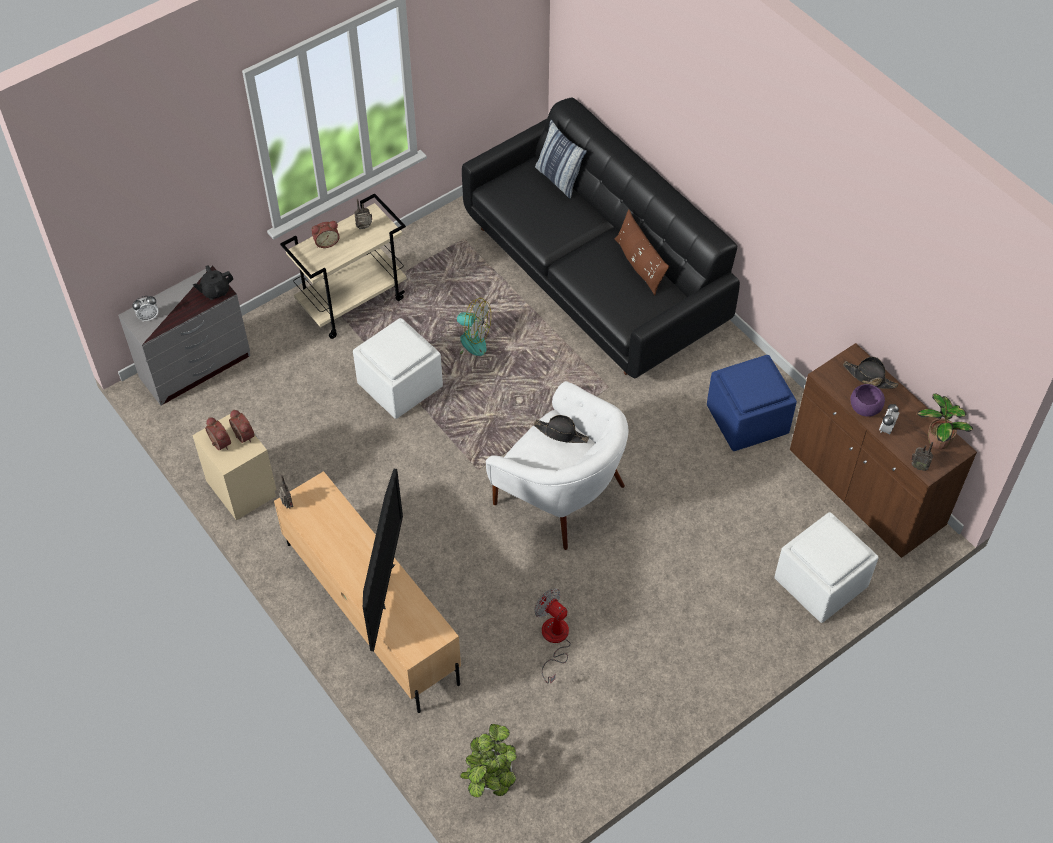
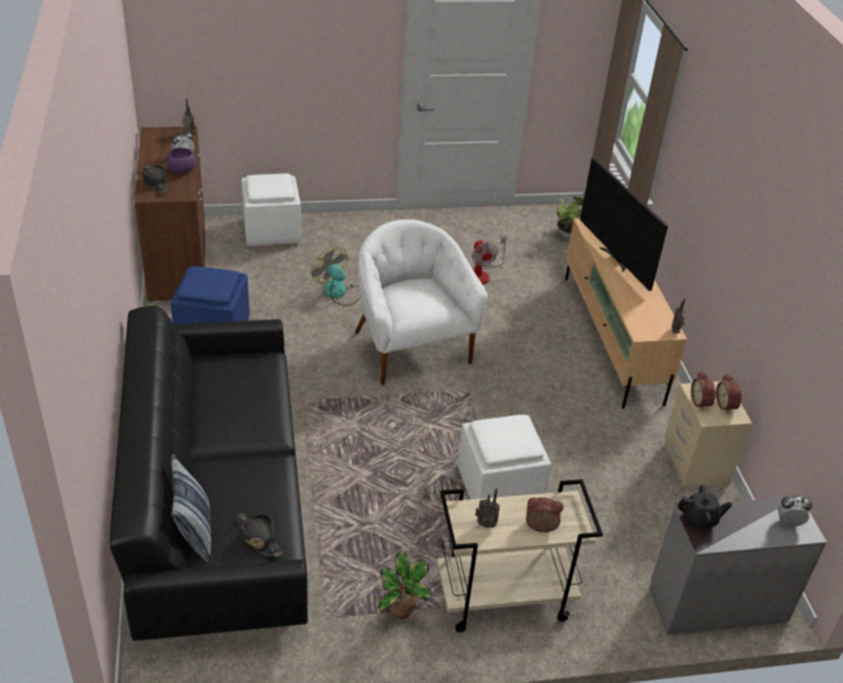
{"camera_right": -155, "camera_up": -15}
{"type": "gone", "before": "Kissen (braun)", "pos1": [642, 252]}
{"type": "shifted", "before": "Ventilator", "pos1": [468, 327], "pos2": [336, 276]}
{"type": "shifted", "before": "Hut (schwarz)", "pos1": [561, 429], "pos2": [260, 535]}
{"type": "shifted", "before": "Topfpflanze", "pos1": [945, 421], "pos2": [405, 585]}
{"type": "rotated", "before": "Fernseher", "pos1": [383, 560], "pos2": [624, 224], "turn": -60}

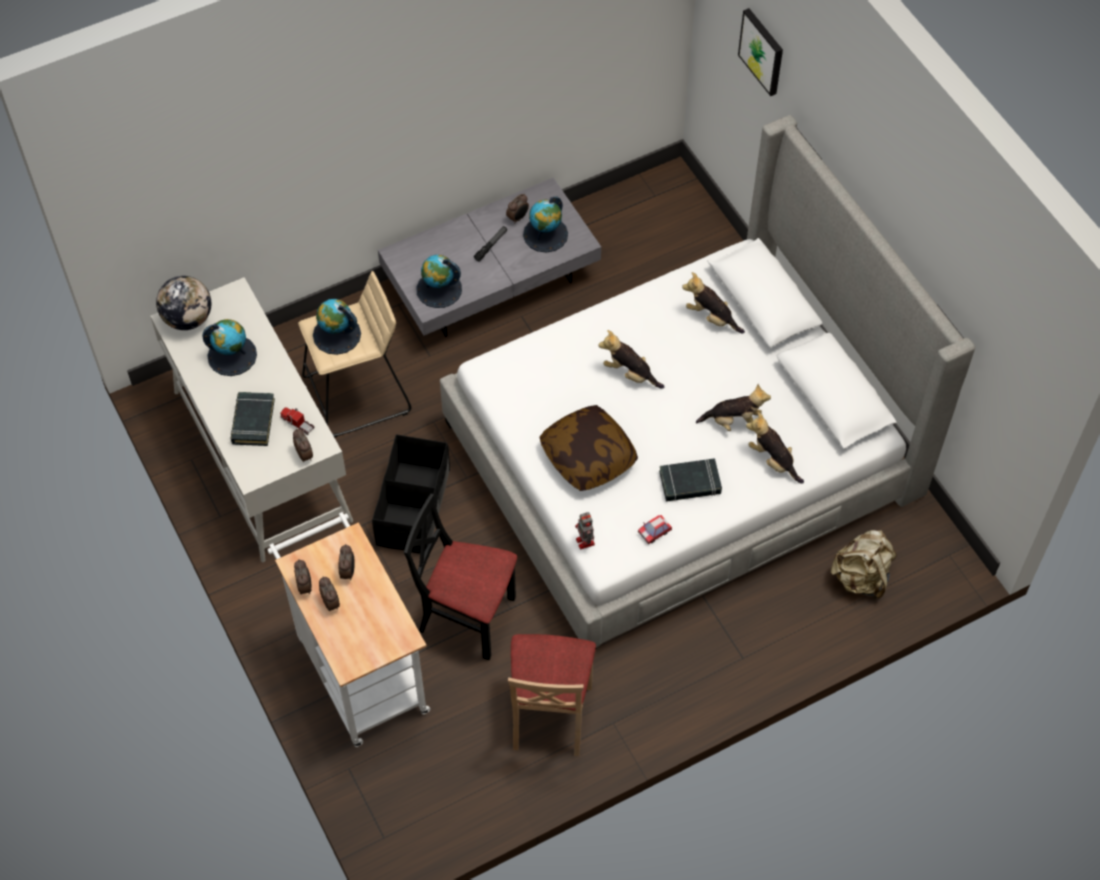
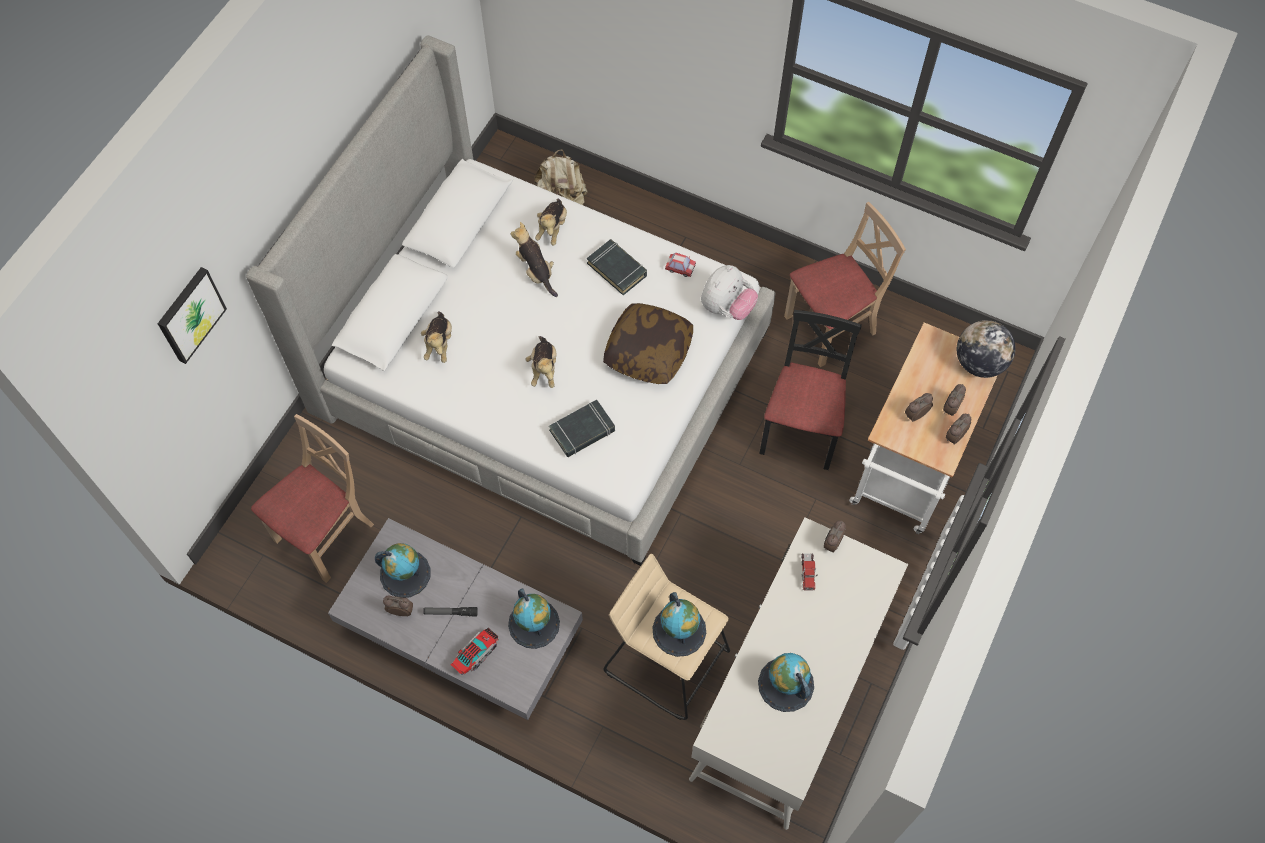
{"camera_right": -125, "camera_up": 5}
{"type": "gone", "before": "Aufbewahrungsbox (schwarz)", "pos1": [411, 493]}
{"type": "new", "after": "Stuhl (beige)", "pos2": [312, 498]}
{"type": "new", "after": "Spielzeuglaster", "pos2": [475, 651]}
{"type": "shifted", "before": "Globus", "pos1": [183, 303], "pos2": [986, 349]}
{"type": "shifted", "before": "Buch (schwarz)", "pos1": [252, 419], "pos2": [582, 428]}
{"type": "swapped", "before": "Spielzeugroboter", "after": "Plüschtier", "pos1": [585, 531], "pos2": [729, 292]}
{"type": "rotated", "before": "Stuhl (schwarz)", "pos1": [460, 577], "pos2": [810, 390], "turn": -150}

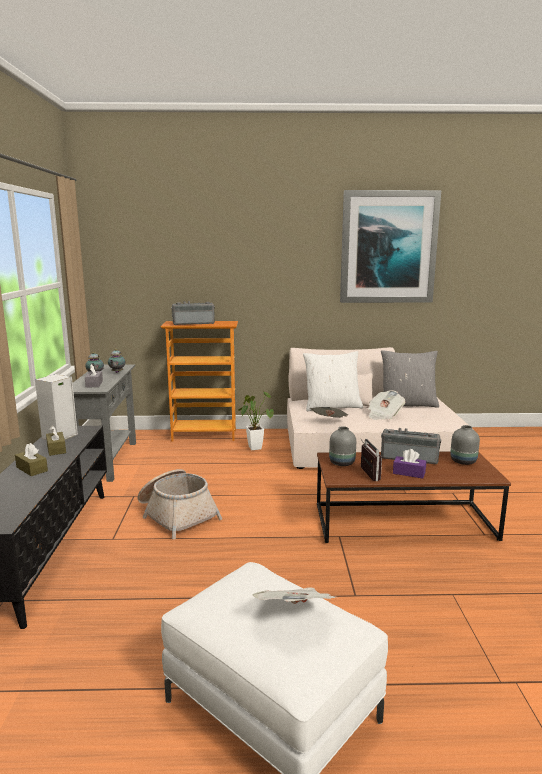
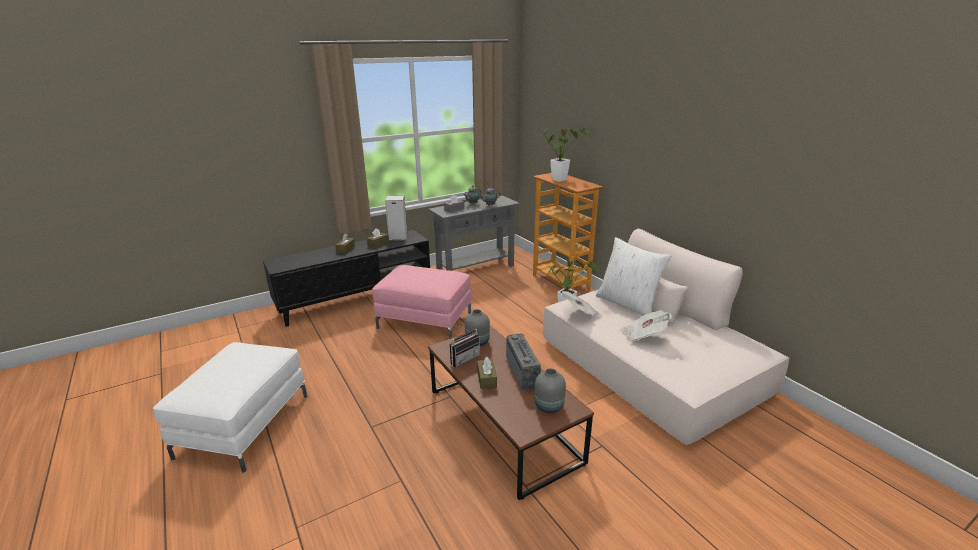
{"camera_right": 60, "camera_up": 10}
{"type": "gone", "before": "Zeitung", "pos1": [293, 596]}
{"type": "gone", "before": "Bild", "pos1": [390, 246]}
{"type": "gone", "before": "Kissen (grau)", "pos1": [410, 379]}
{"type": "swapped", "before": "Korb", "after": "Polsterhocker (rosa)", "pos1": [180, 504], "pos2": [421, 302]}
{"type": "swapped", "before": "Radio", "after": "Topfpflanze", "pos1": [193, 313], "pos2": [566, 155]}
{"type": "repainted", "before": "Taschentuchbox (lila)", "after": "Taschentuchbox (braun)", "pos1": [409, 464], "pos2": [487, 372]}

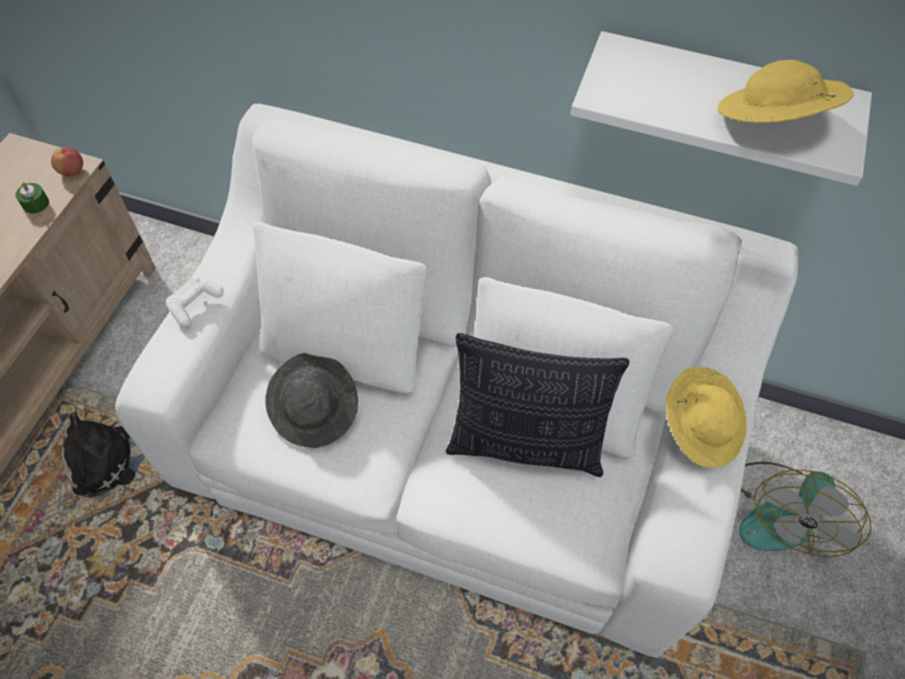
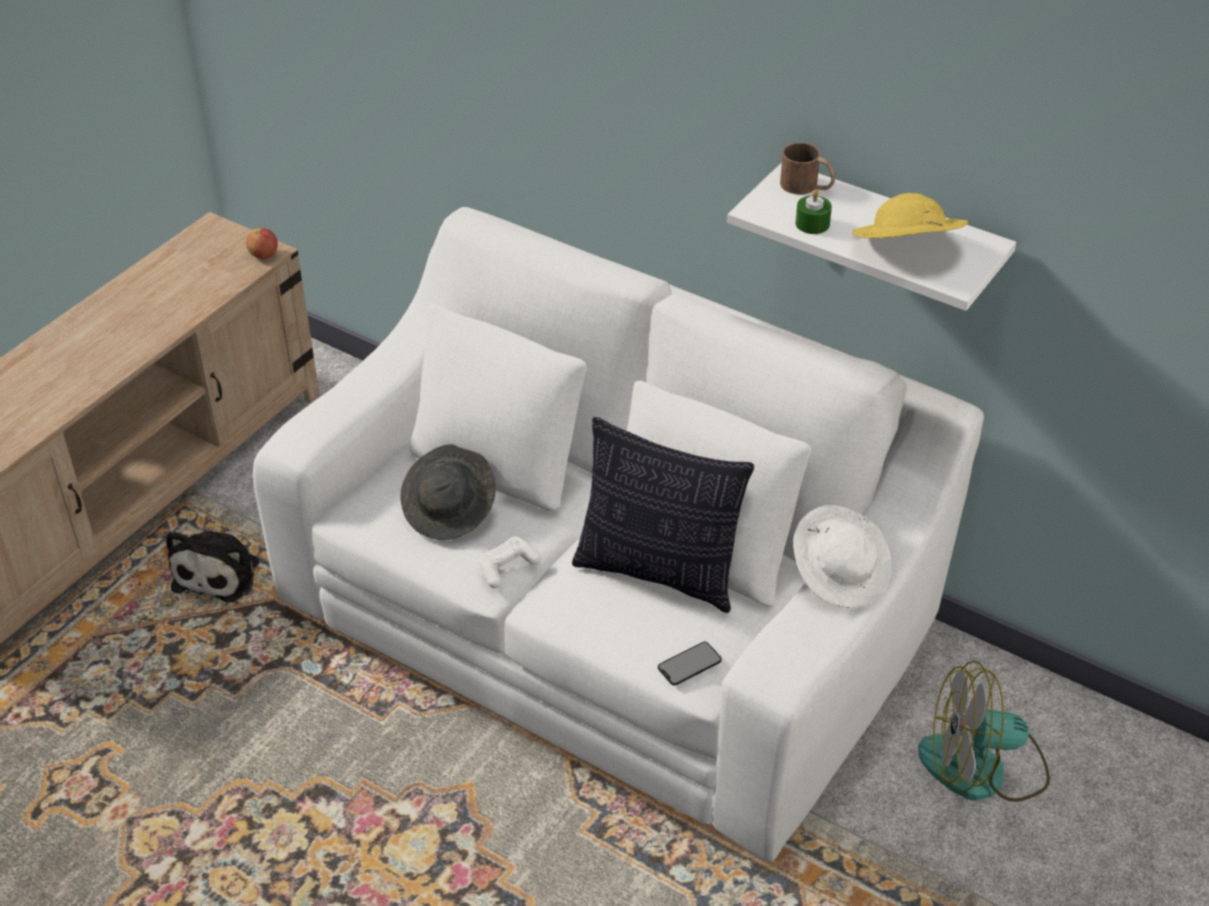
{"camera_right": 15, "camera_up": -15}
{"type": "new", "after": "Handy", "pos2": [690, 663]}
{"type": "new", "after": "Henkelbecher (braun)", "pos2": [807, 169]}
{"type": "shifted", "before": "Kerze (grün)", "pos1": [32, 198], "pos2": [814, 211]}
{"type": "shifted", "before": "Gamepad (weiß)", "pos1": [195, 301], "pos2": [510, 562]}
{"type": "repainted", "before": "Hut (gelb)", "after": "Hut (weiß)", "pos1": [706, 417], "pos2": [842, 556]}
{"type": "rotated", "before": "Plüschtier", "pos1": [103, 455], "pos2": [212, 566], "turn": -75}
{"type": "rotated", "before": "Ventilator", "pos1": [805, 509], "pos2": [984, 731], "turn": 45}

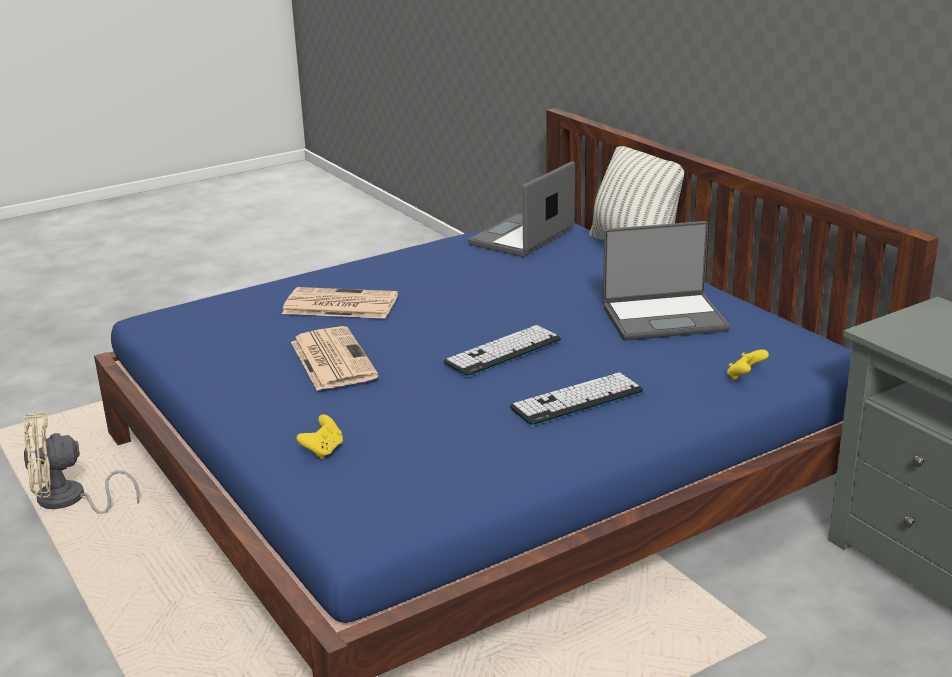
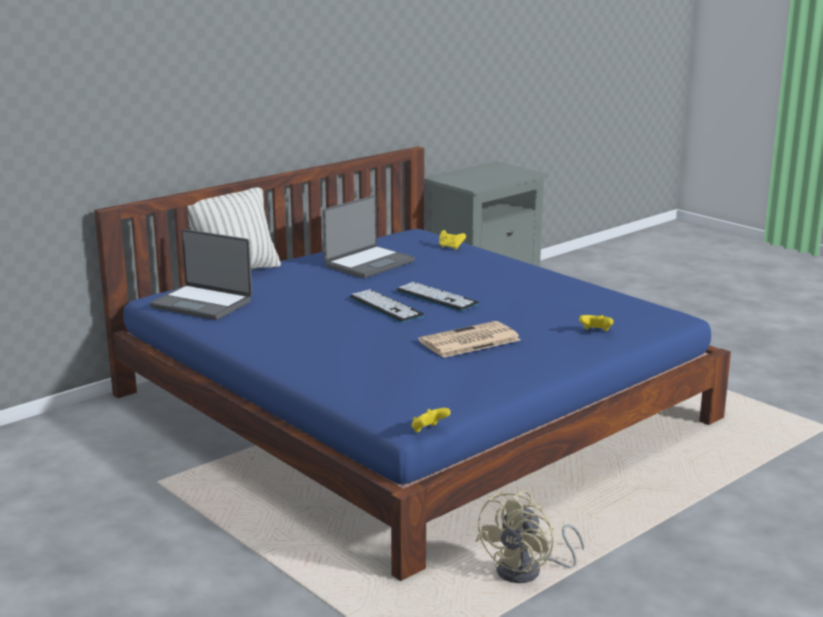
{"camera_right": -100, "camera_up": -5}
{"type": "gone", "before": "Zeitung", "pos1": [340, 303]}
{"type": "new", "after": "Gamepad (gelb)", "pos2": [431, 420]}
{"type": "shifted", "before": "Tastatur", "pos1": [576, 399], "pos2": [387, 305]}
{"type": "rotated", "before": "Ventilator (beige)", "pos1": [81, 463], "pos2": [529, 537], "turn": 60}
{"type": "rotated", "before": "Laptop", "pos1": [666, 280], "pos2": [368, 236], "turn": 60}

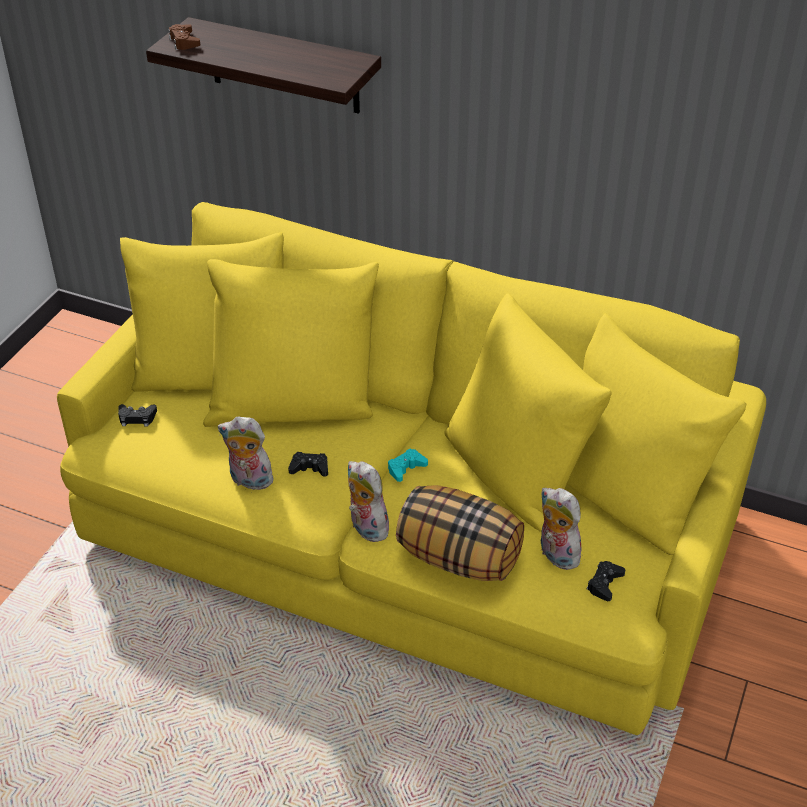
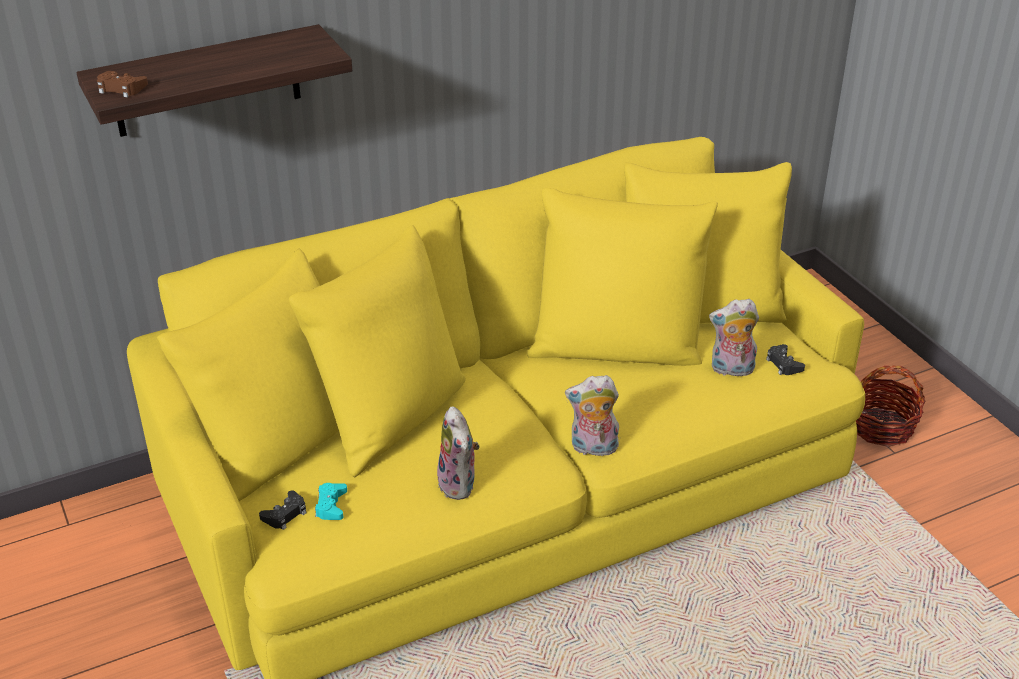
{"camera_right": -50, "camera_up": -5}
{"type": "gone", "before": "Gamepad (schwarz)", "pos1": [308, 464]}
{"type": "gone", "before": "Kissen", "pos1": [460, 533]}
{"type": "new", "after": "Korb", "pos2": [891, 406]}
{"type": "shifted", "before": "Gamepad (türkis)", "pos1": [408, 465], "pos2": [331, 501]}
{"type": "rotated", "before": "Plüschtier", "pos1": [247, 453], "pos2": [458, 453], "turn": -75}

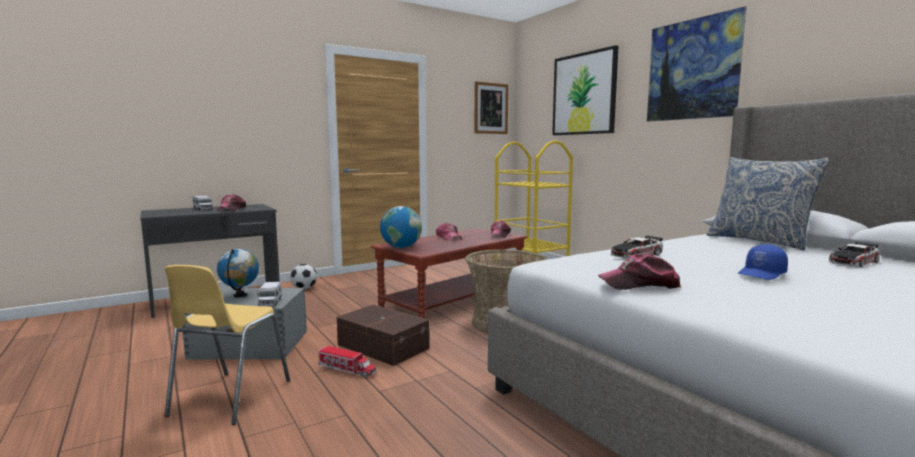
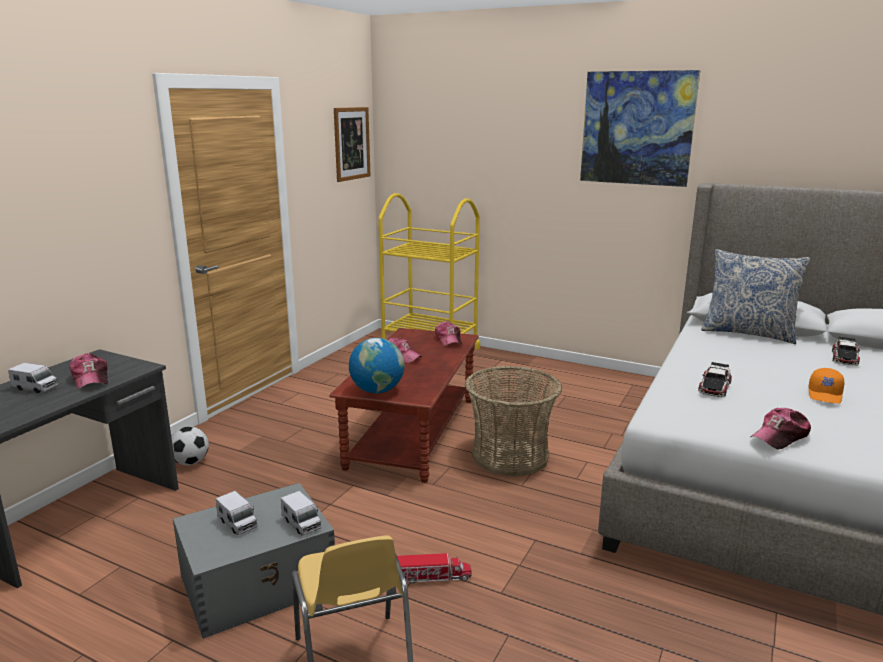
{"camera_right": -30, "camera_up": 10}
{"type": "gone", "before": "Aufbewahrungsbox (braun)", "pos1": [383, 335]}
{"type": "gone", "before": "Bild", "pos1": [585, 90]}
{"type": "swapped", "before": "Globus", "after": "Spielzeuglaster", "pos1": [238, 273], "pos2": [237, 513]}
{"type": "repainted", "before": "Kappe (blau)", "after": "Kappe (orange)", "pos1": [763, 262], "pos2": [826, 386]}

